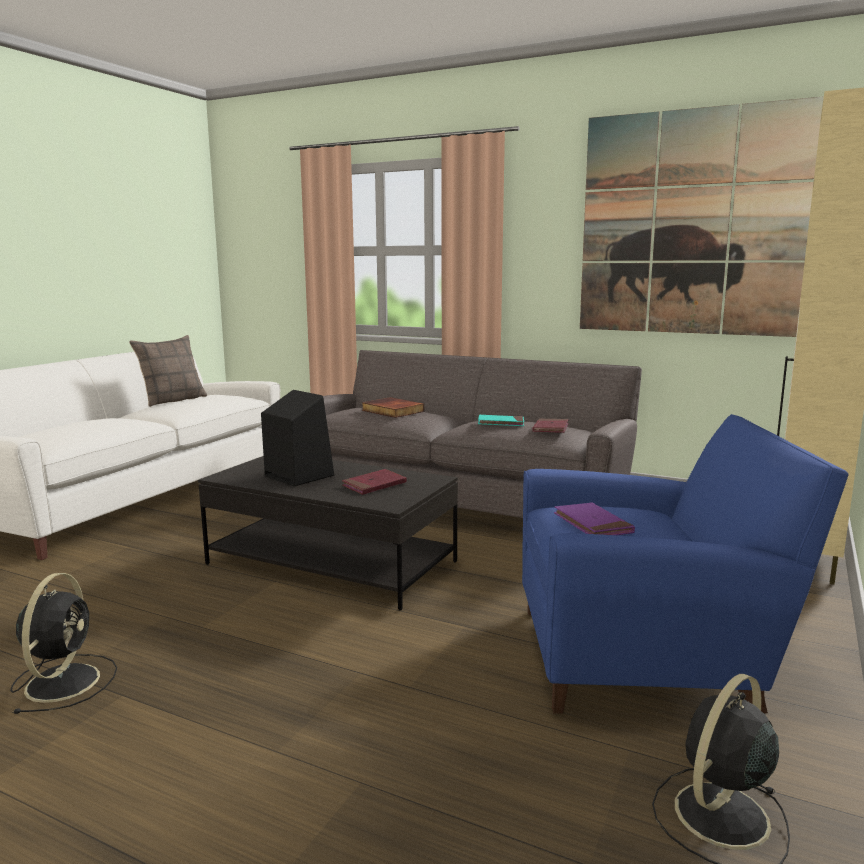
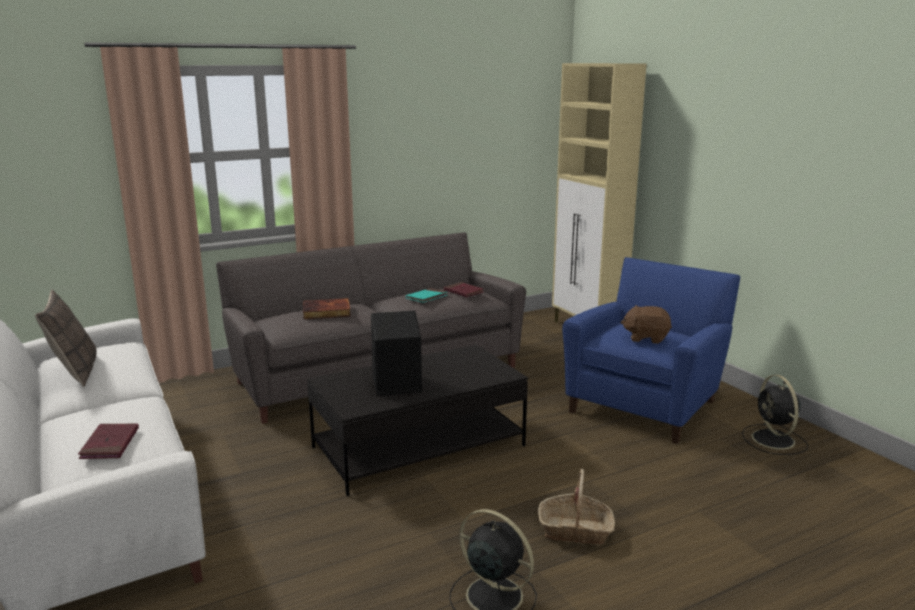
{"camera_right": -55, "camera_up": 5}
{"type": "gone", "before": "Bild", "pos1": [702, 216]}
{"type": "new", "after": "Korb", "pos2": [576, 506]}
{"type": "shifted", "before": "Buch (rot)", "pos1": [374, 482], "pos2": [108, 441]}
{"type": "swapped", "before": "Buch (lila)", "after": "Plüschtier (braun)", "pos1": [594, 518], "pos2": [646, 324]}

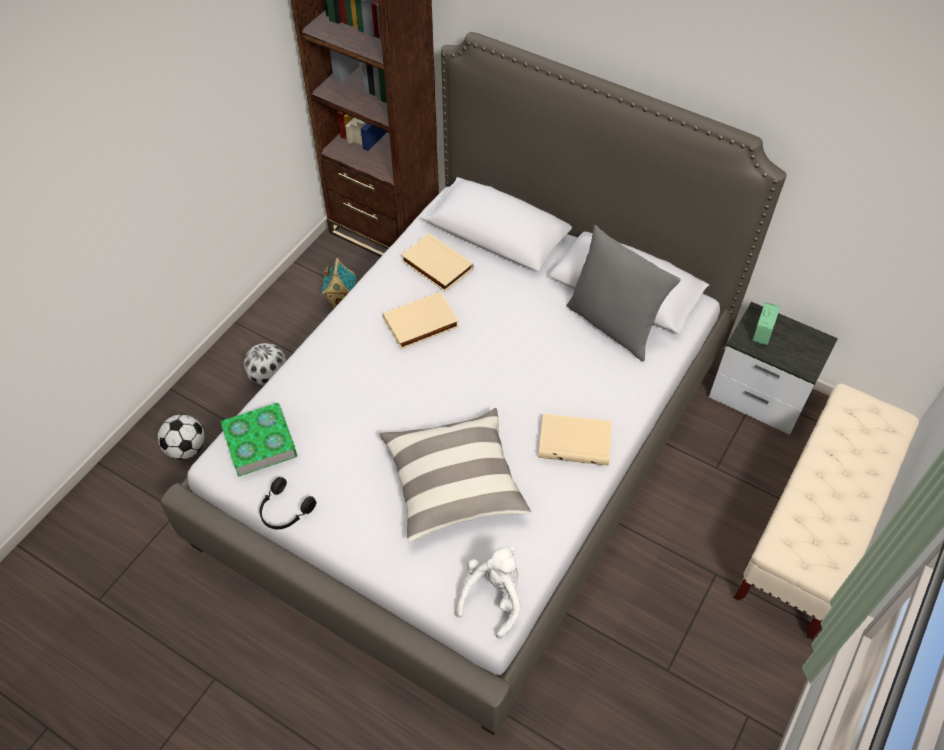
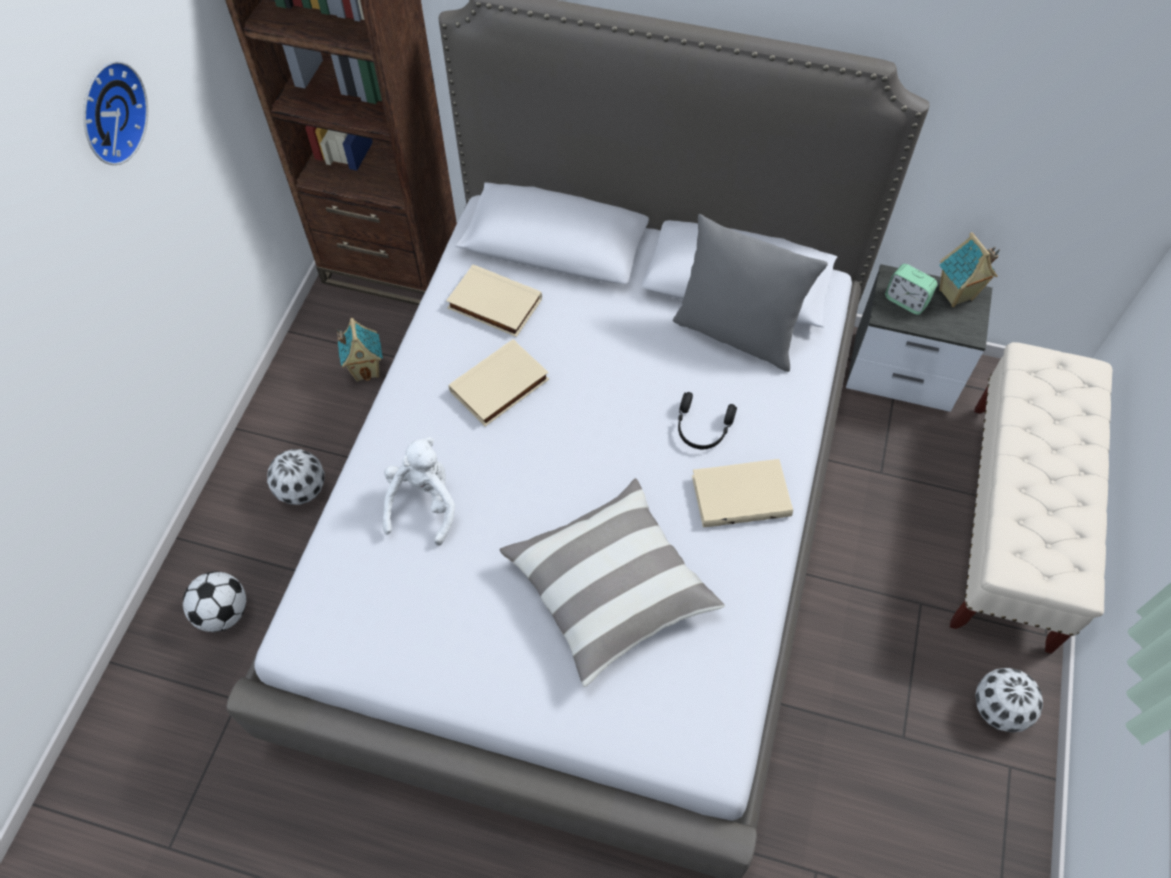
{"camera_right": -15, "camera_up": 5}
{"type": "gone", "before": "Buch", "pos1": [258, 440]}
{"type": "new", "after": "Wanduhr", "pos2": [115, 113]}
{"type": "new", "after": "Spielzeughaus", "pos2": [969, 269]}
{"type": "new", "after": "Fußball", "pos2": [1009, 700]}
{"type": "shifted", "before": "Kopfhörer (schwarz)", "pos1": [288, 503], "pos2": [707, 420]}
{"type": "shifted", "before": "Plüschtier (weiß)", "pos1": [488, 593], "pos2": [418, 491]}
{"type": "rotated", "before": "Wecker", "pos1": [766, 323], "pos2": [911, 289], "turn": 120}

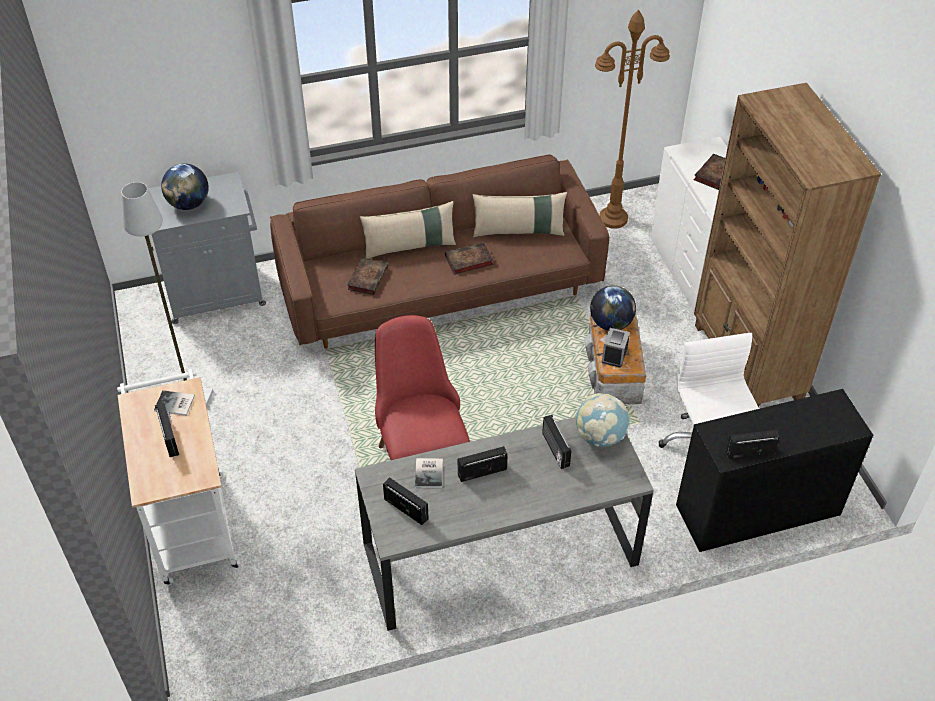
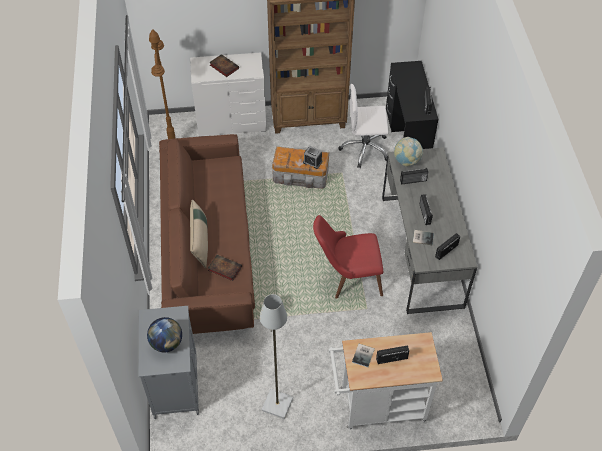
{"camera_right": -80, "camera_up": 5}
{"type": "gone", "before": "Buch", "pos1": [469, 258]}
{"type": "gone", "before": "Kissen (beige)", "pos1": [520, 214]}
{"type": "gone", "before": "Globus", "pos1": [613, 308]}

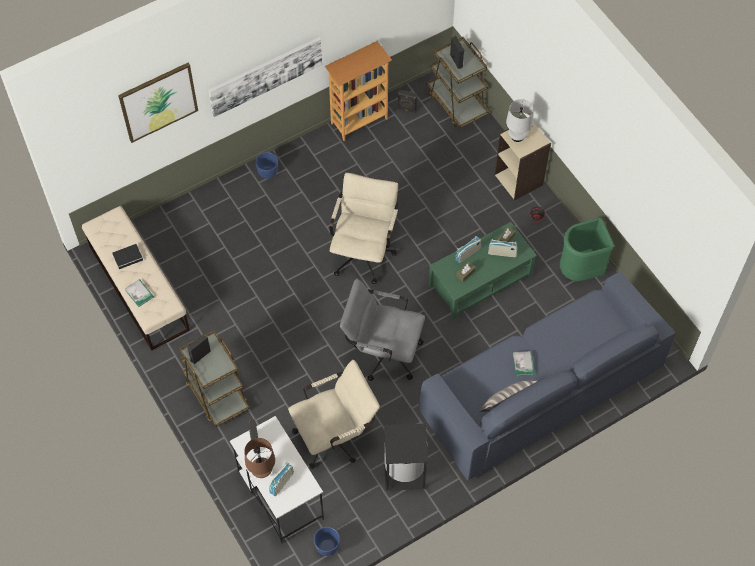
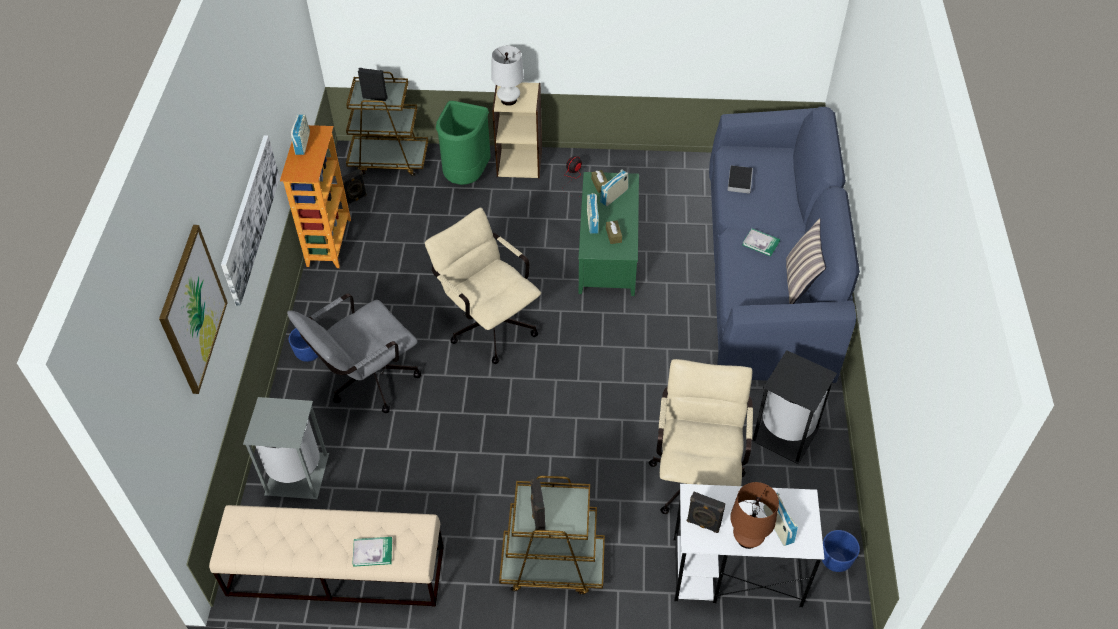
{"camera_right": -55, "camera_up": -10}
{"type": "new", "after": "Mülleimer (grau)", "pos2": [286, 448]}
{"type": "new", "after": "Radio", "pos2": [300, 134]}
{"type": "shifted", "before": "Buch", "pos1": [130, 256], "pos2": [740, 179]}
{"type": "shifted", "before": "Bürostuhl (grau)", "pos1": [382, 330], "pos2": [354, 353]}
{"type": "shifted", "before": "Mülleimer (grün)", "pos1": [587, 249], "pos2": [463, 143]}

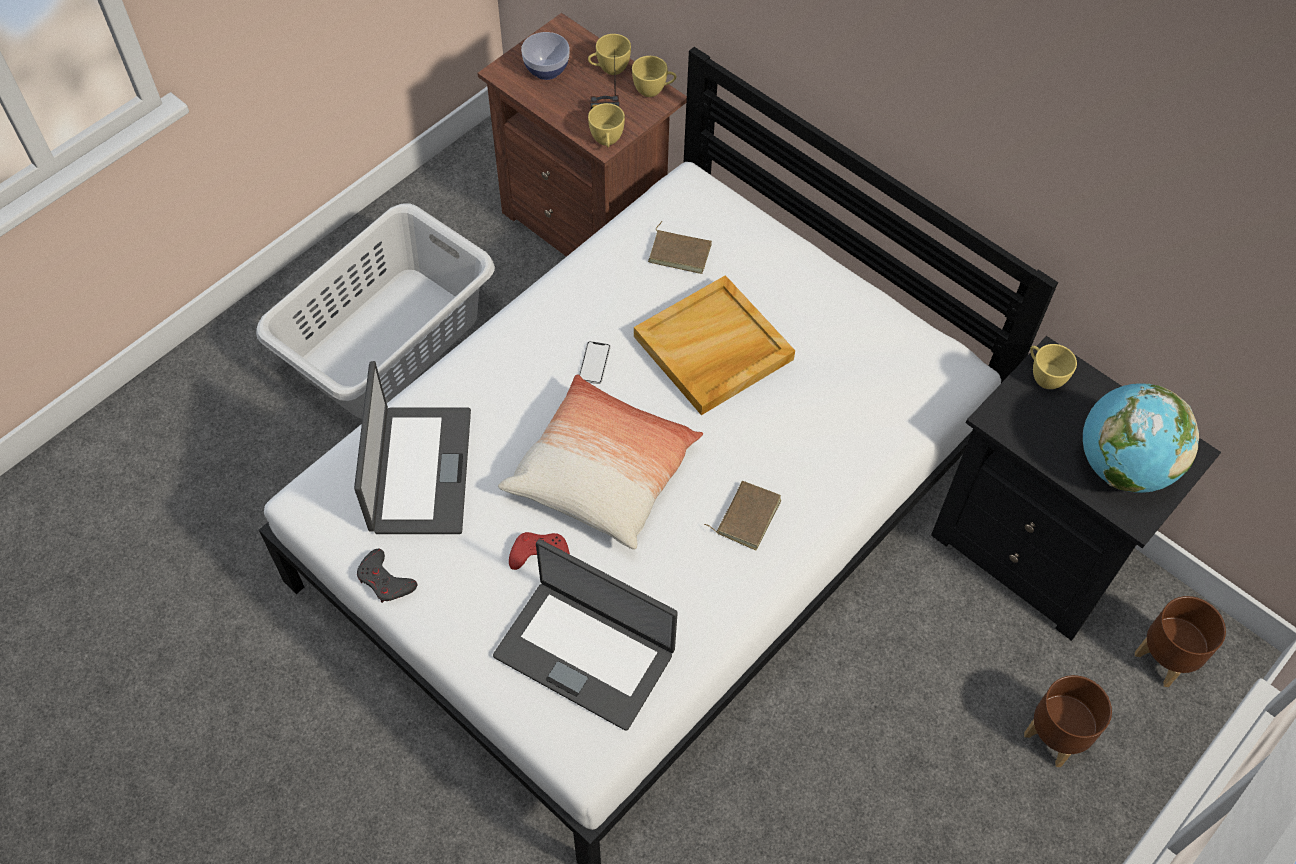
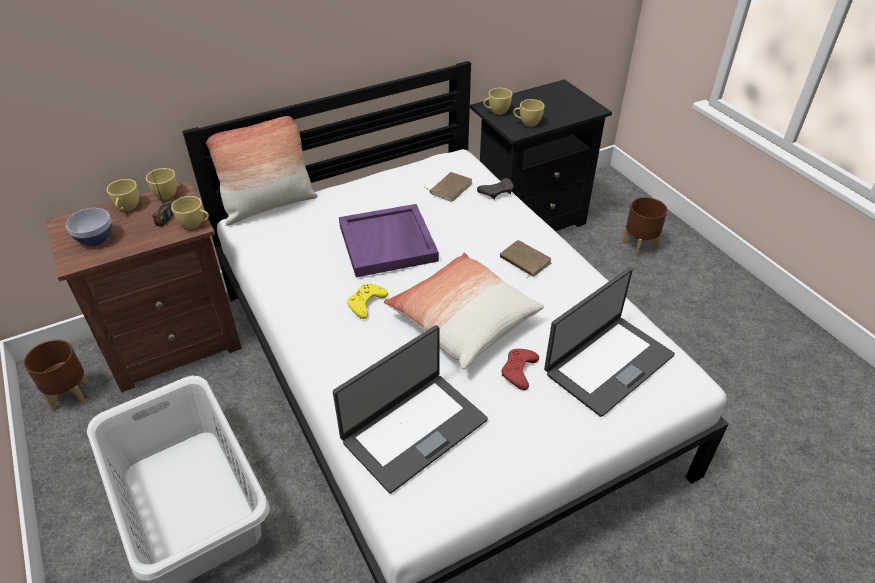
{"camera_right": -70, "camera_up": -15}
{"type": "gone", "before": "Globus", "pos1": [1141, 438]}
{"type": "new", "after": "Kissen", "pos2": [261, 171]}
{"type": "new", "after": "Tasse (gelb)", "pos2": [528, 113]}
{"type": "shifted", "before": "Gamepad (grau)", "pos1": [387, 576], "pos2": [495, 189]}
{"type": "shifted", "before": "Buch (braun)", "pos1": [680, 247], "pos2": [447, 187]}
{"type": "shifted", "before": "Pflanzkübel (braun)", "pos1": [1180, 641], "pos2": [56, 374]}
{"type": "swapped", "before": "Handy", "after": "Gamepad (gelb)", "pos1": [594, 362], "pos2": [367, 301]}
{"type": "repainted", "before": "Tablett (beige)", "after": "Tablett (lila)", "pos1": [714, 345], "pos2": [389, 240]}
{"type": "rotated", "before": "Laptop", "pos1": [412, 447], "pos2": [410, 409], "turn": 120}

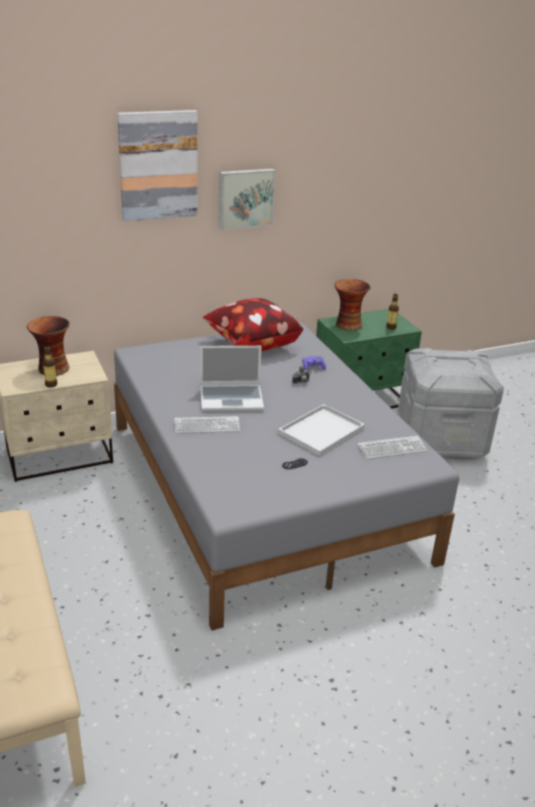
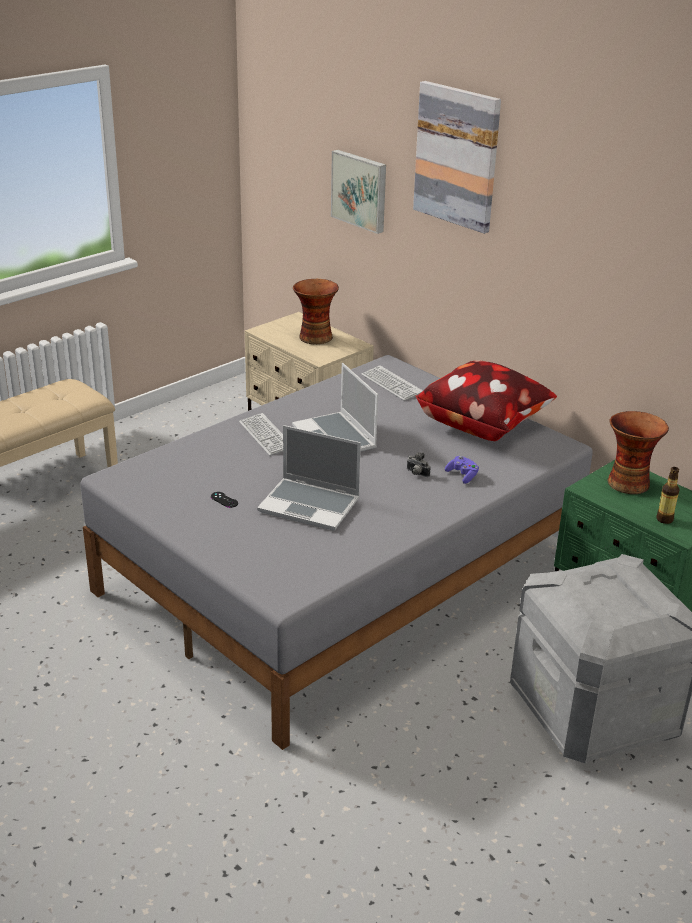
{"camera_right": 70, "camera_up": 0}
{"type": "gone", "before": "Flasche", "pos1": [50, 367]}
{"type": "shifted", "before": "Bild", "pos1": [247, 199], "pos2": [358, 192]}
{"type": "shifted", "before": "Tastatur", "pos1": [392, 447], "pos2": [392, 383]}
{"type": "swapped", "before": "Tablett (weiß)", "after": "Laptop", "pos1": [321, 430], "pos2": [309, 478]}

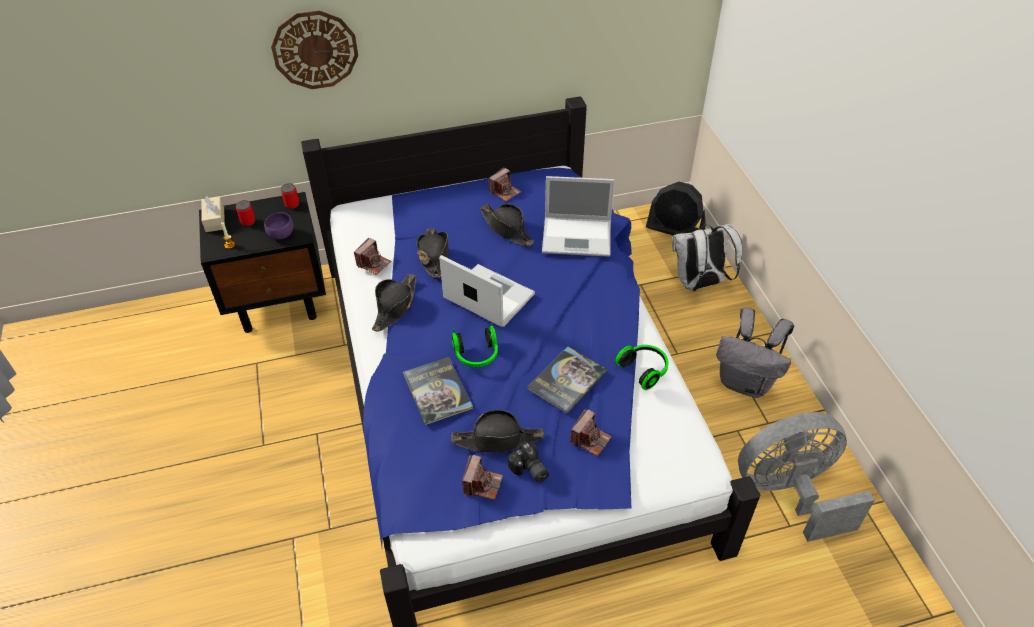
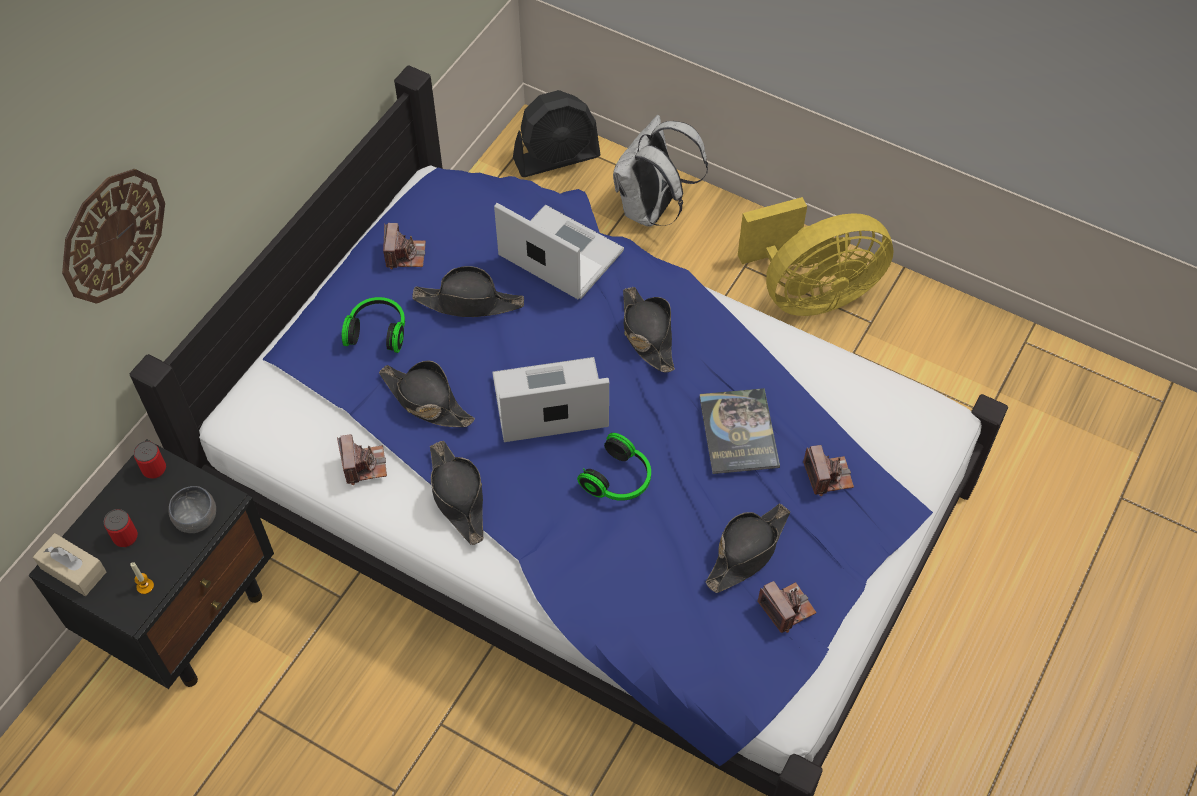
{"camera_right": -45, "camera_up": 10}
{"type": "gone", "before": "Buch", "pos1": [438, 391]}
{"type": "gone", "before": "Kamera", "pos1": [528, 462]}
{"type": "gone", "before": "Ventilator (grau)", "pos1": [806, 477]}
{"type": "new", "after": "Hut (schwarz)", "pos2": [649, 329]}
{"type": "shifted", "before": "Kopfhörer", "pos1": [642, 367], "pos2": [373, 325]}
{"type": "swapped", "before": "Rucksack (grau)", "after": "Ventilator (gelb)", "pos1": [755, 352], "pos2": [816, 256]}
{"type": "repainted", "before": "Schüssel (lila)", "after": "Schüssel (grau)", "pos1": [279, 226], "pos2": [192, 509]}
{"type": "rotated", "before": "Laptop", "pos1": [578, 216], "pos2": [559, 251], "turn": -105}

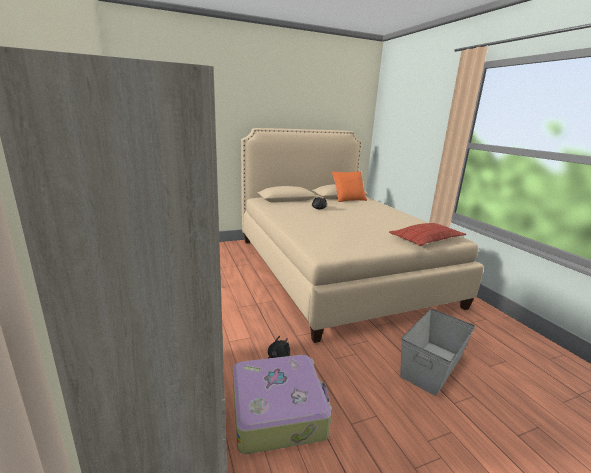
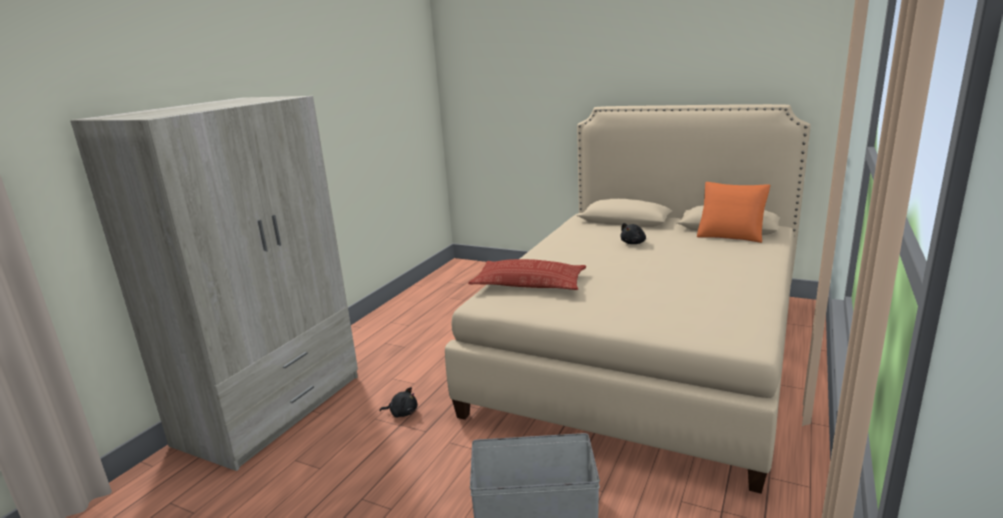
{"camera_right": 50, "camera_up": 0}
{"type": "gone", "before": "Koffer", "pos1": [282, 404]}
{"type": "shifted", "before": "Kissen", "pos1": [427, 234], "pos2": [527, 274]}

